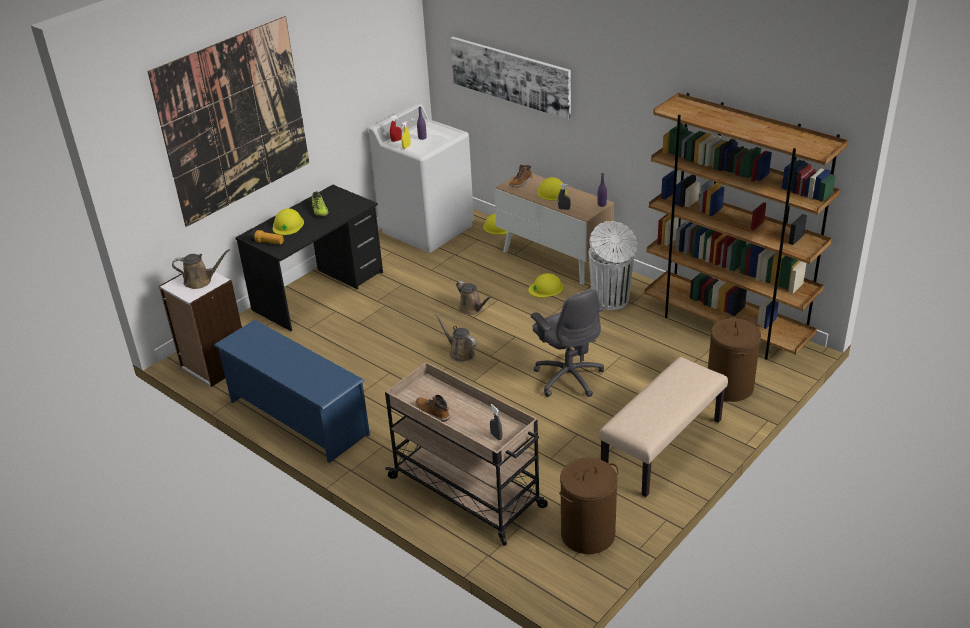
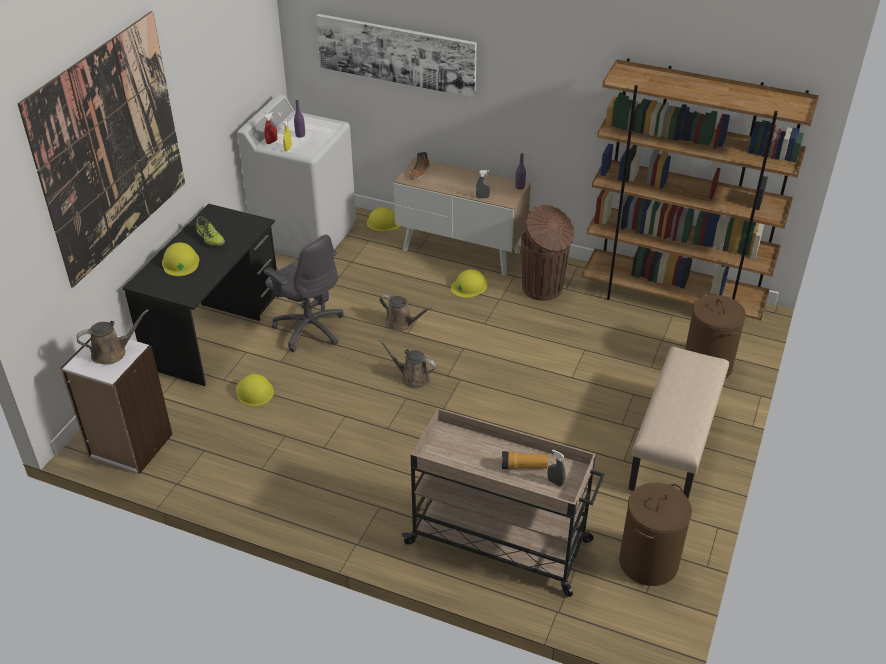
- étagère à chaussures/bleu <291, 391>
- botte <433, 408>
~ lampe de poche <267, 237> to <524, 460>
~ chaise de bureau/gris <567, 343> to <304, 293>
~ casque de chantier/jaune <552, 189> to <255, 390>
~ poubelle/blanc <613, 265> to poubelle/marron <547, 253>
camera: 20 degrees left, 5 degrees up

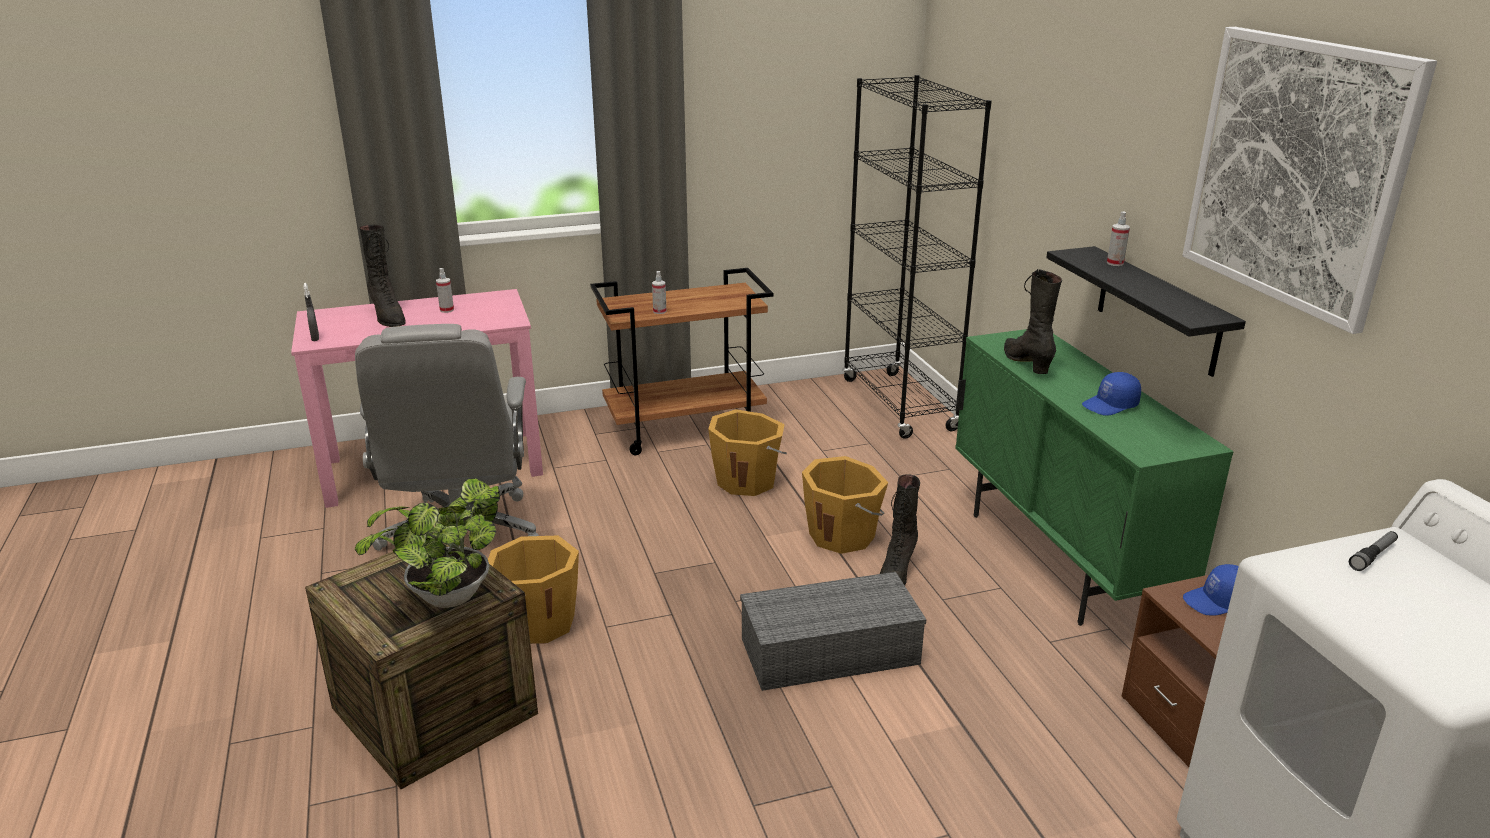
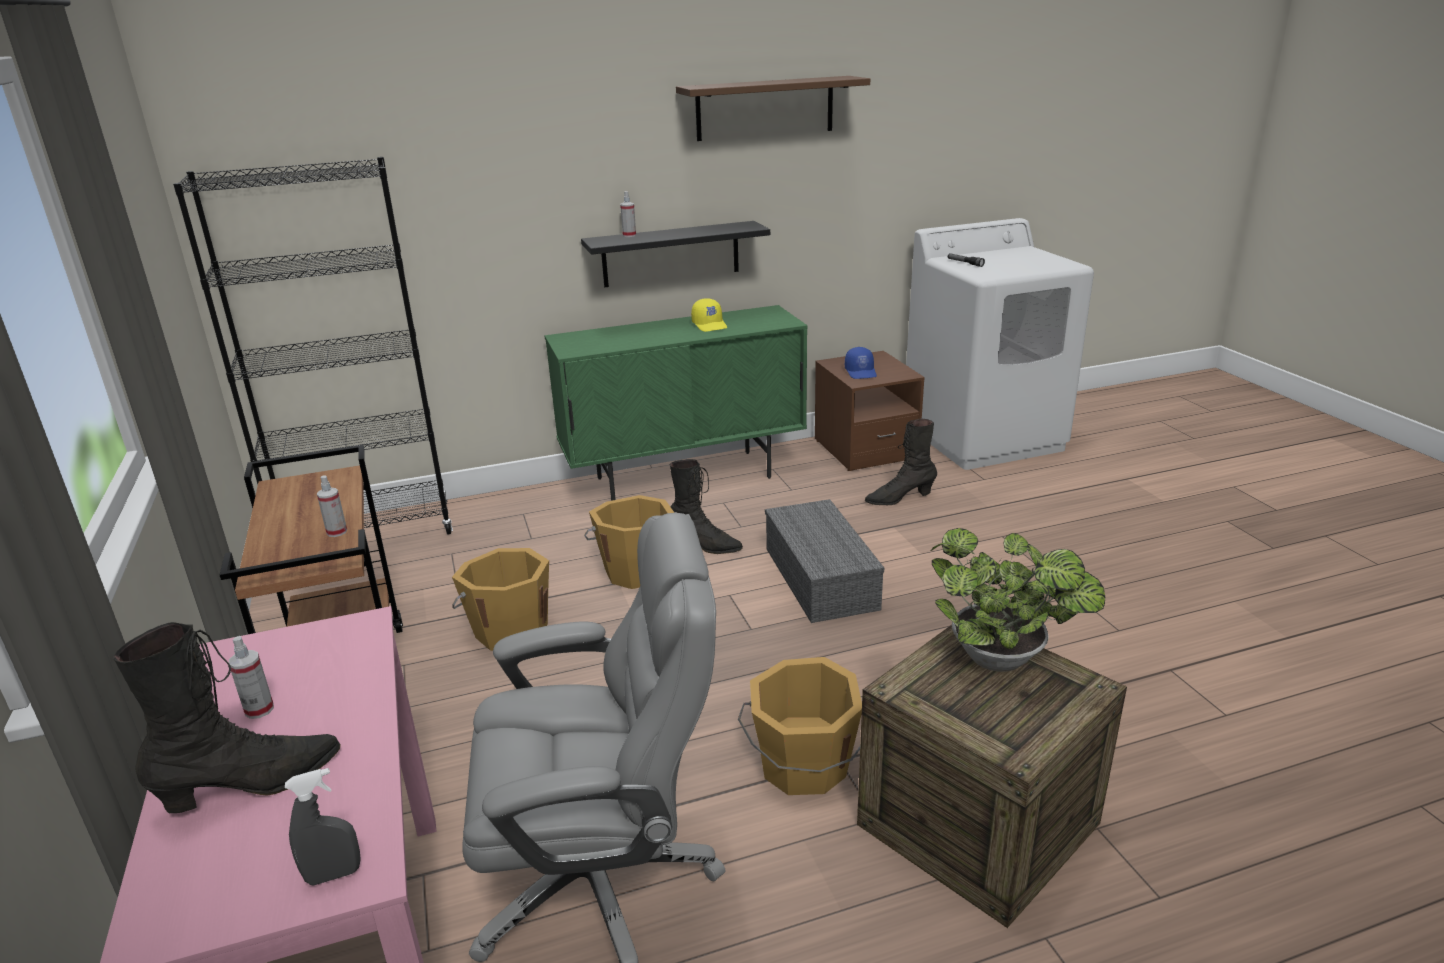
~ botte/noir <1033, 321> to <900, 462>
~ tableau <1309, 180> to étagère/marron <773, 108>
~ casquette/bleu <1111, 394> to casquette/jaune <709, 315>
camera: 90 degrees left, 0 degrees up

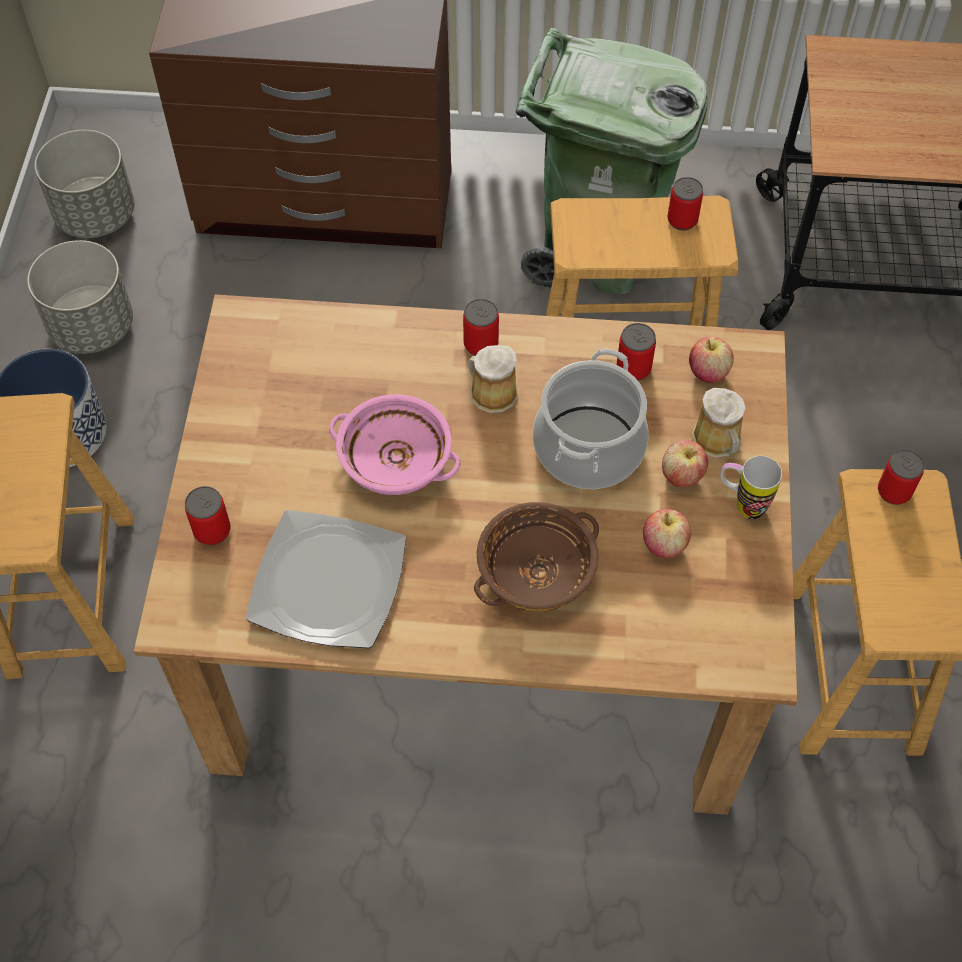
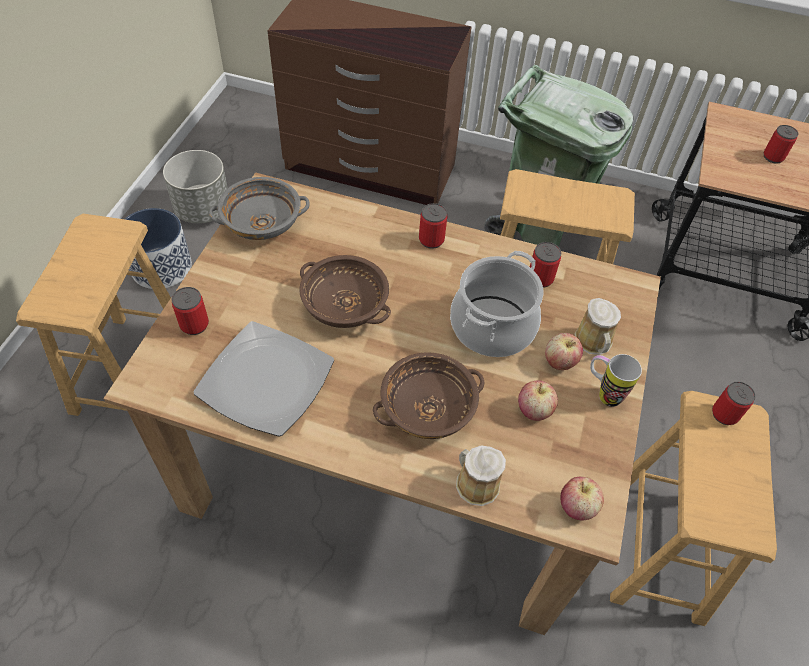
- cache-pot/gris <85, 184>
+ bol/gris <259, 208>
~ mug <493, 379> to <481, 476>
~ boîte métallique <685, 204> to <781, 144>
~ pomme <711, 360> to <582, 499>
~ bol/rose <395, 444> to bol/marron <345, 291>
camera: 10 degrees right, 5 degrees down

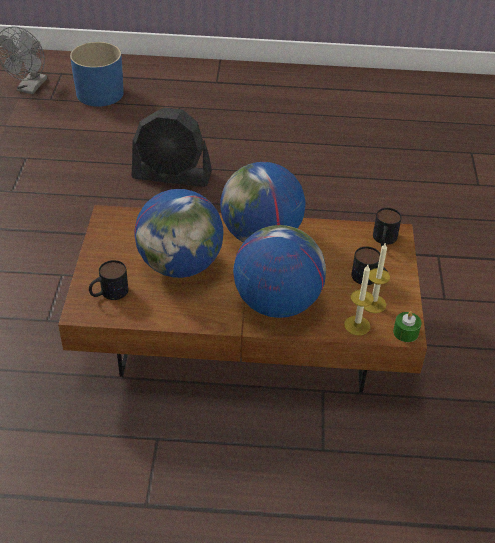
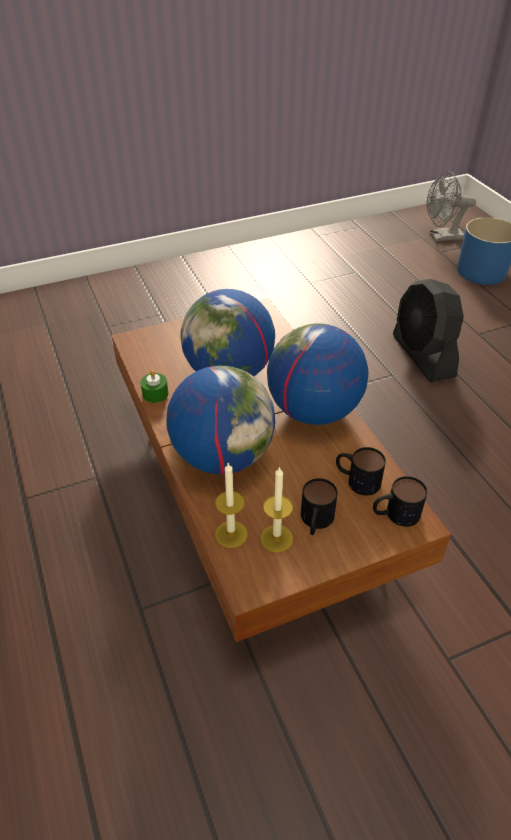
~ mug <108, 280> to <361, 471>
~ bougie/vert <407, 326> to <154, 386>
camera: 65 degrees right, 0 degrees up

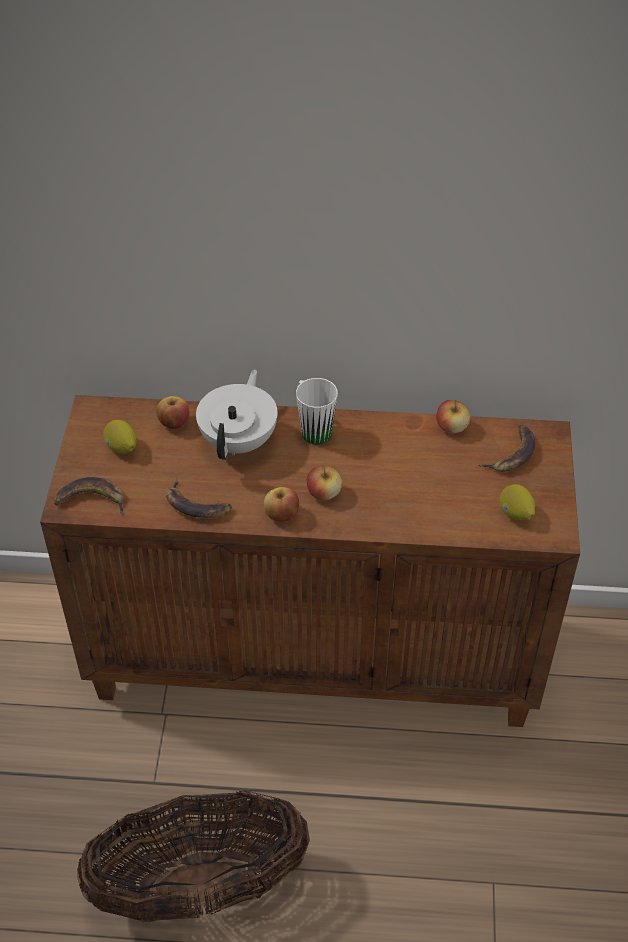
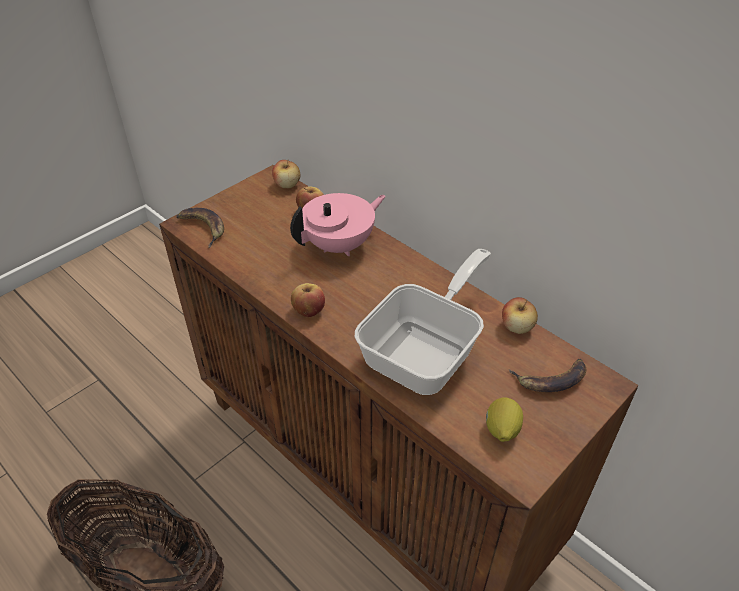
- citron <120, 436>
- banane <199, 498>
- mug/blanc <317, 411>
+ poêle <423, 322>
~ pomme <324, 483> to <286, 174>
~ théière/blanc <236, 414> to théière/rose <338, 225>
camera: 40 degrees right, 5 degrees down

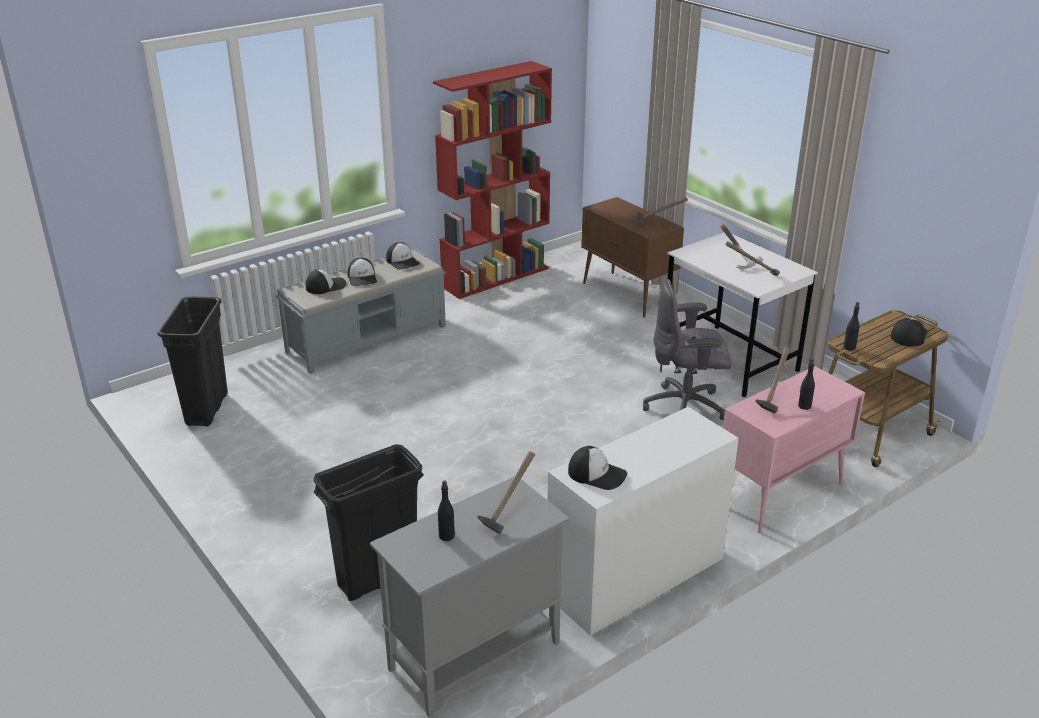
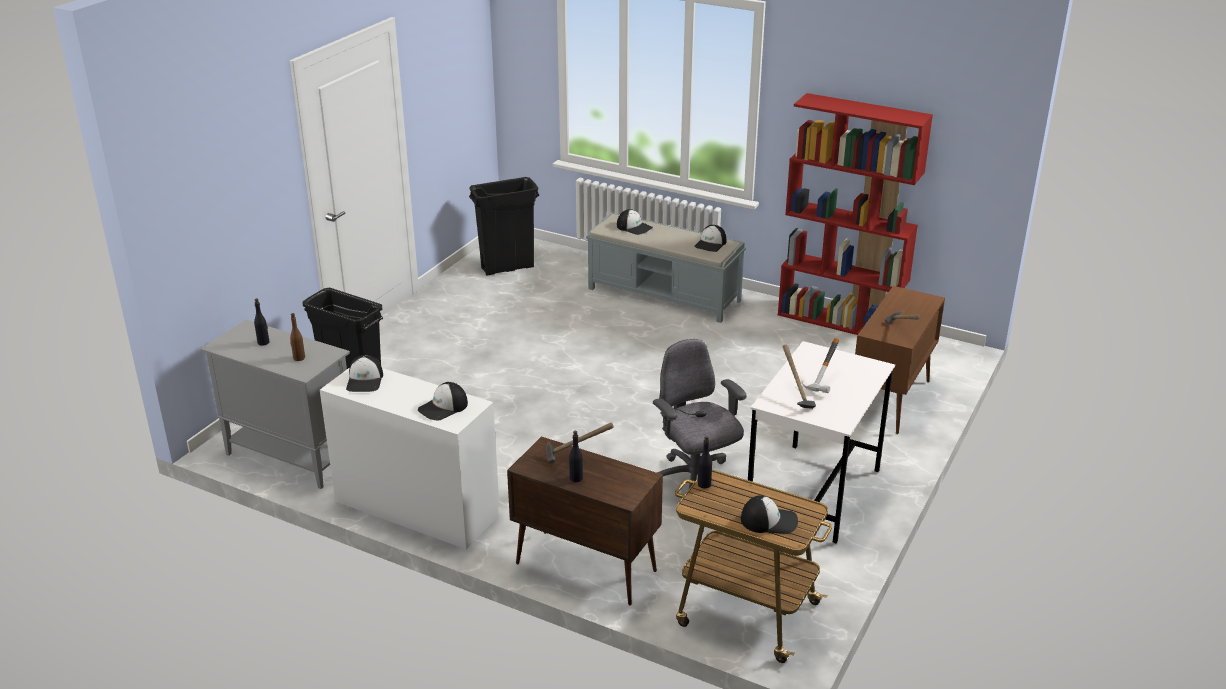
~ casquette <362, 272> to <443, 401>
~ marteau <506, 492> to bouteille/marron <297, 337>
~ meuble de rangement/rose <794, 449> to meuble de rangement/marron <585, 520>
camera: 65 degrees right, 0 degrees up

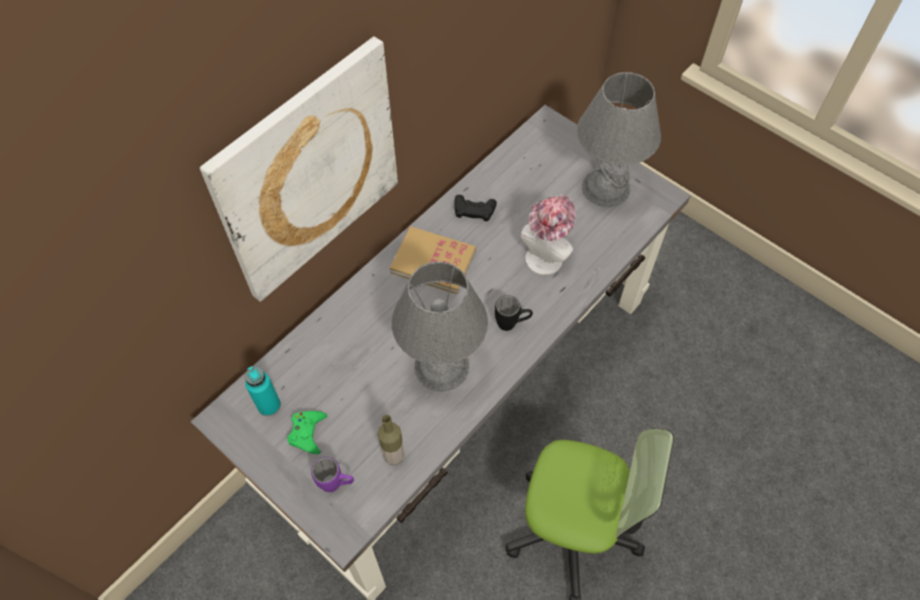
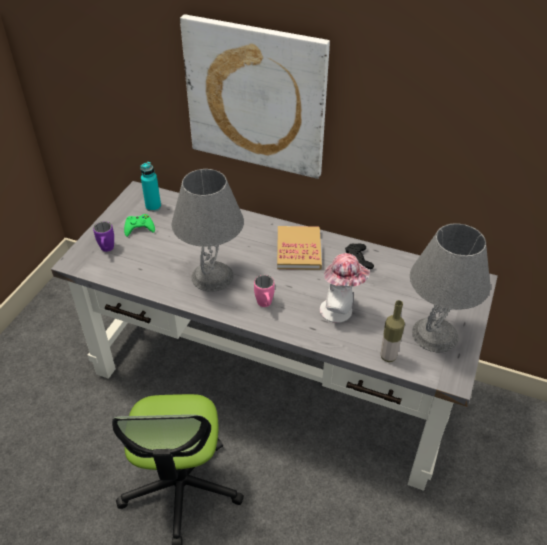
~ bouteille <390, 439> to <392, 331>
~ mug/noir <514, 313> to mug/rose <264, 291>
camera: 70 degrees right, 15 degrees down

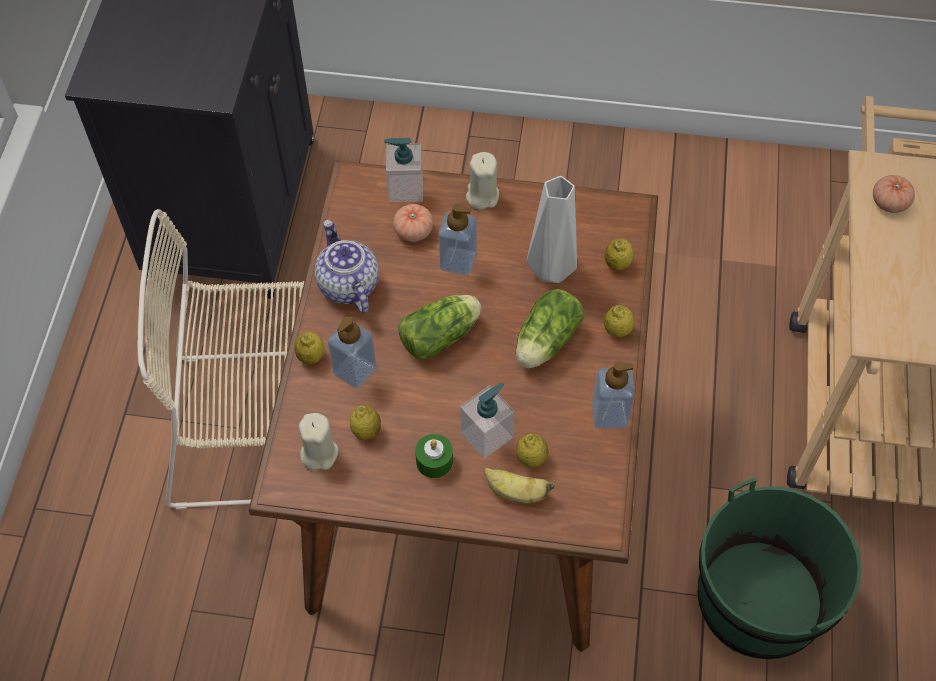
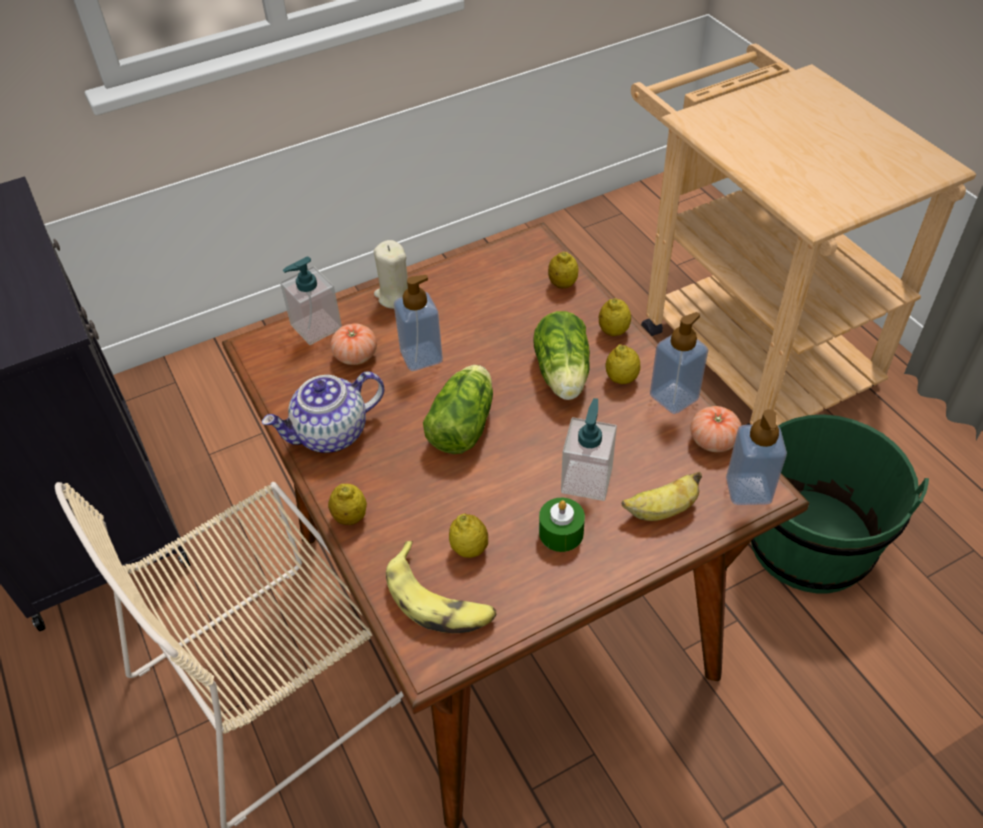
- vase/gris <552, 229>
~ distributeur de savon <352, 352> to <756, 457>
~ citron <532, 450> to <622, 364>
~ tomate <894, 194> to <716, 429>
~ bougie/beige <319, 441> to banane <441, 587>
~ théière <347, 267> = <323, 412> 60 degrees counterclockwise
camera: 35 degrees left, 10 degrees down

